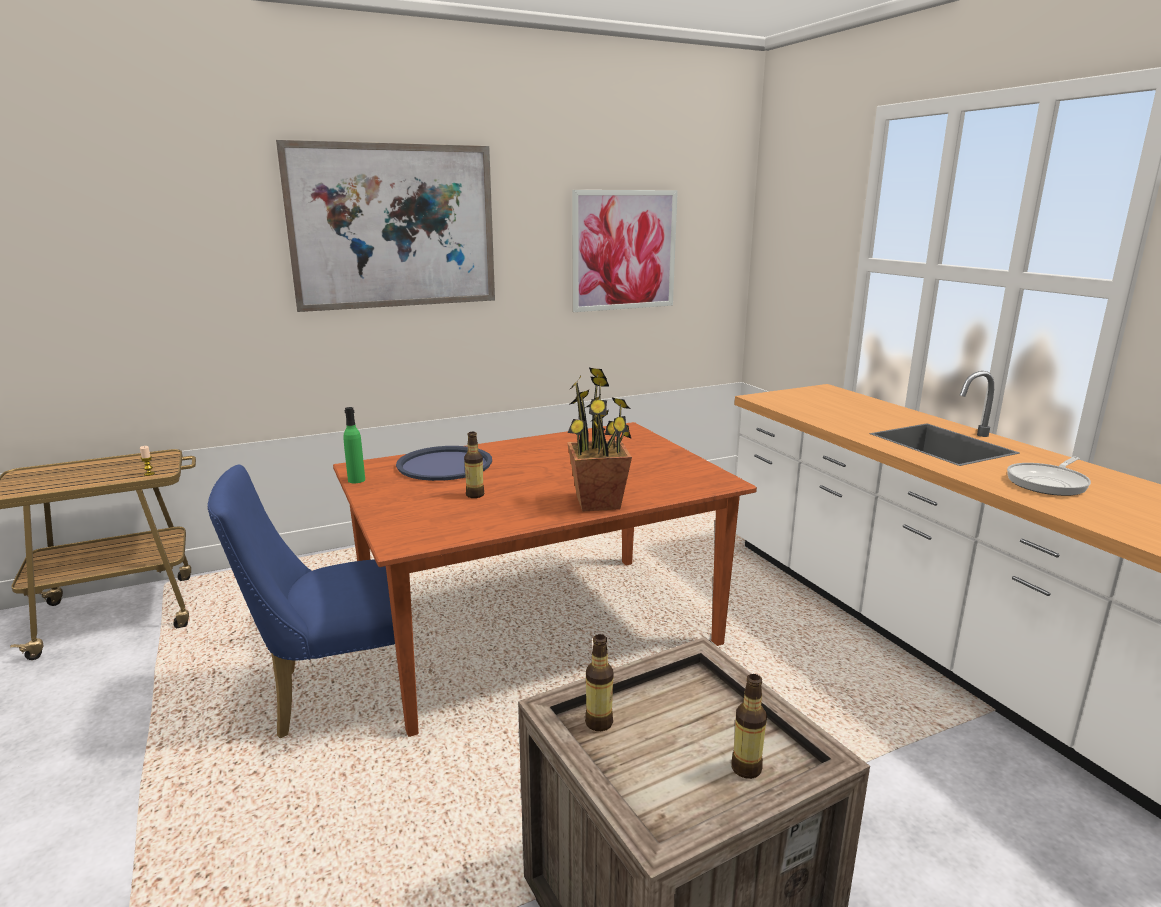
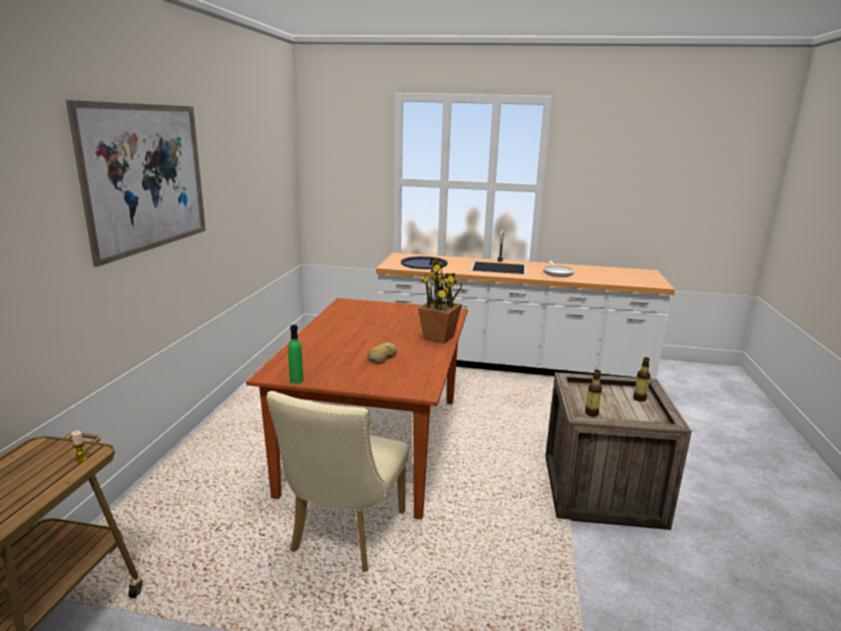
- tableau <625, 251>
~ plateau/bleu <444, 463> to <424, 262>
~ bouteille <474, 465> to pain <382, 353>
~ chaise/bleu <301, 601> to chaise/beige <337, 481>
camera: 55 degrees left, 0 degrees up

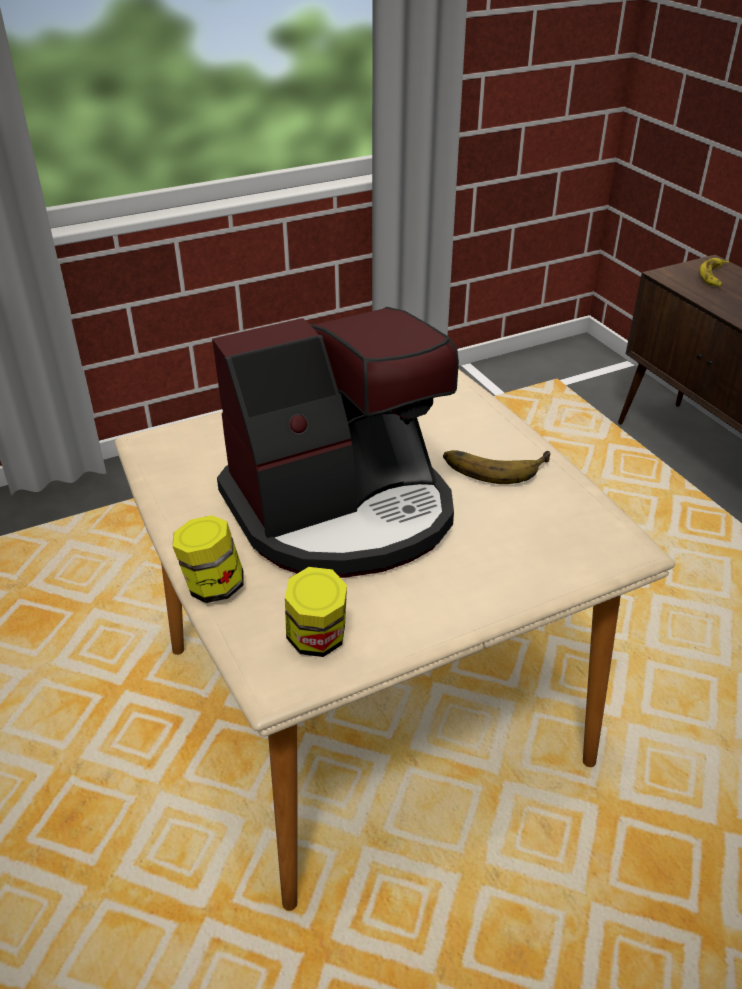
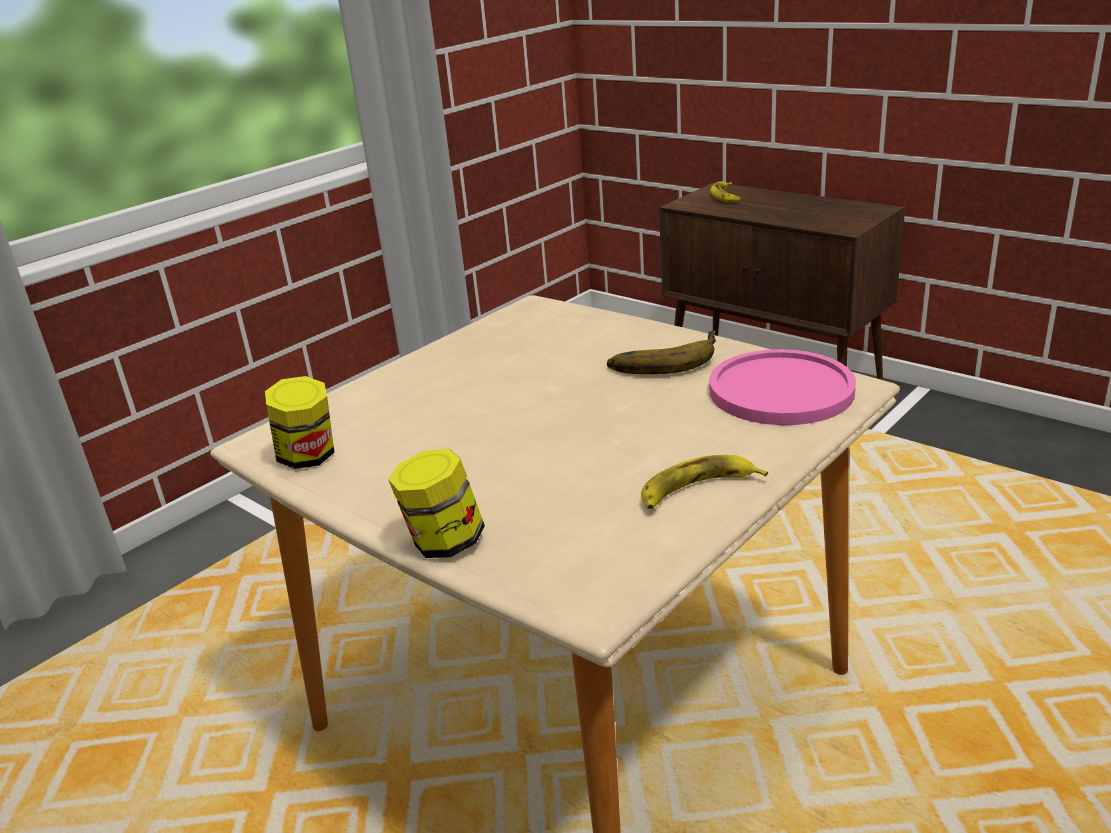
- machine à café <335, 442>
+ banane <704, 482>
+ assiette/rose <782, 387>
~ bocal <316, 612> to <300, 422>
camera: 20 degrees left, 10 degrees down

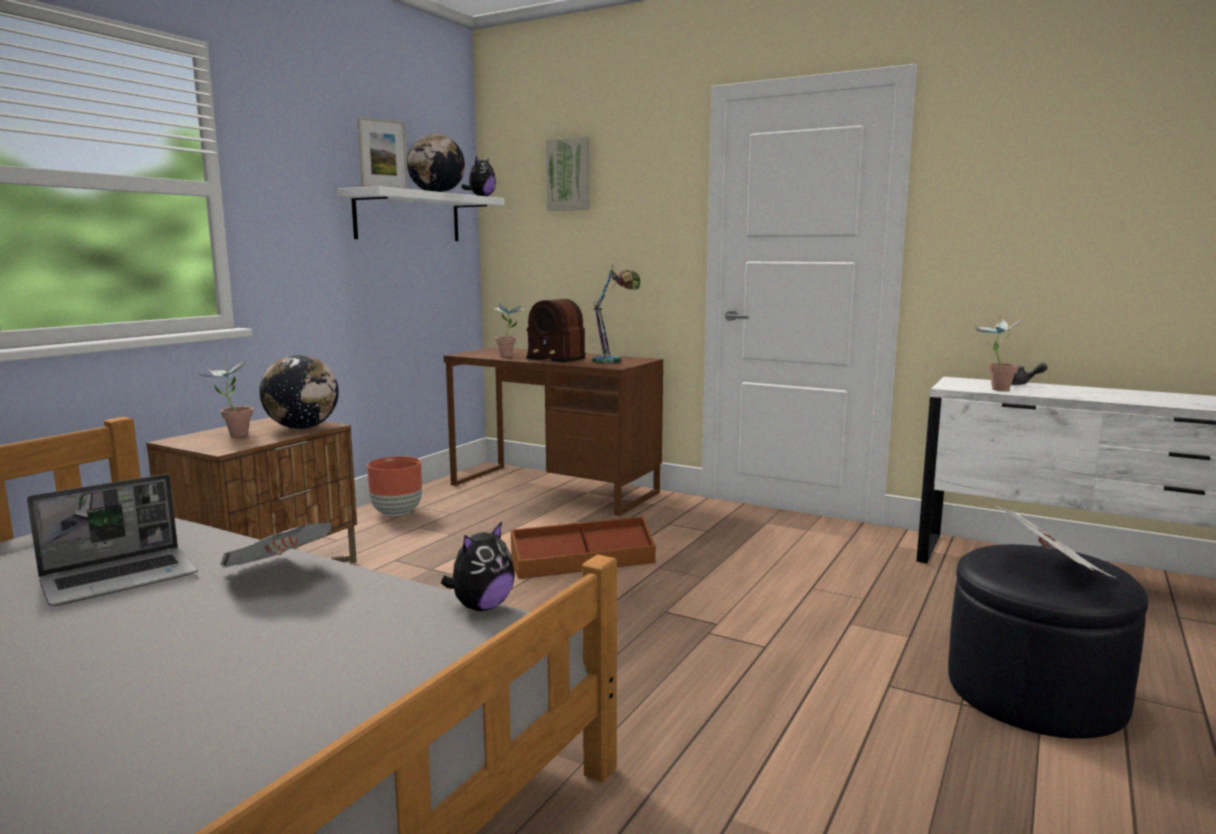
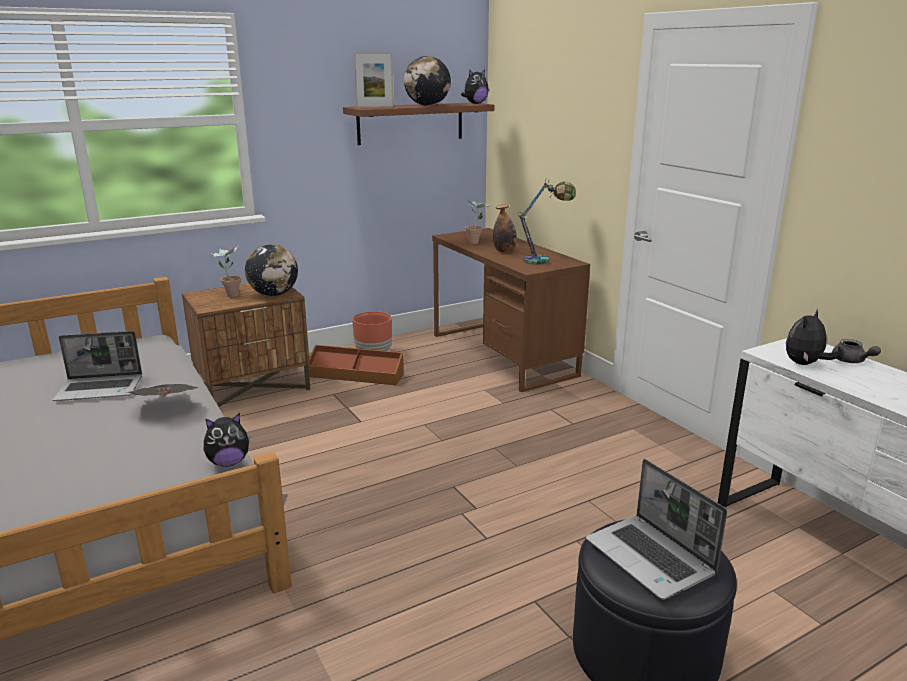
- tableau <567, 173>
~ boîte de rangement/marron <583, 547> to <355, 365>
~ radio <556, 331> to bouteille <505, 228>
~ plante en pot <998, 354> to peluche <812, 337>
~ journal <1056, 542> to ordinateur portable <656, 529>
~ étagère/blanc <421, 213> to étagère/marron <418, 123>
camera: 30 degrees right, 10 degrees up

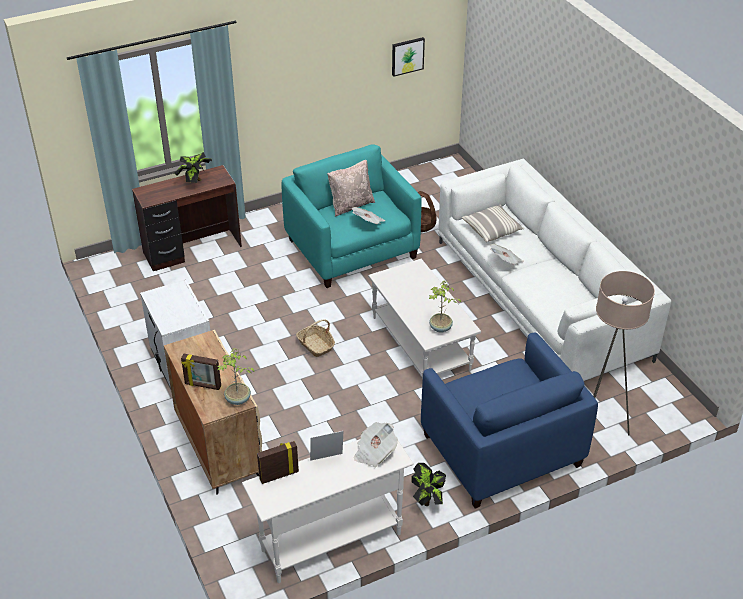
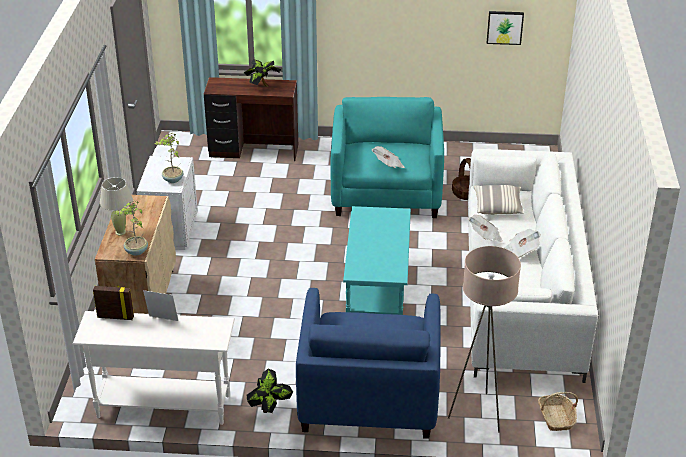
- coussin/beige <351, 188>
~ panier <315, 338> to <558, 411>
~ journal <376, 444> to <522, 243>
~ plante en pot <445, 306> to <168, 158>
~ cadre photo <201, 372> to lampe de table/beige <116, 206>
~ table basse/blanc <424, 319> to table basse/turquoise <377, 260>
camera: 30 degrees right, 5 degrees down

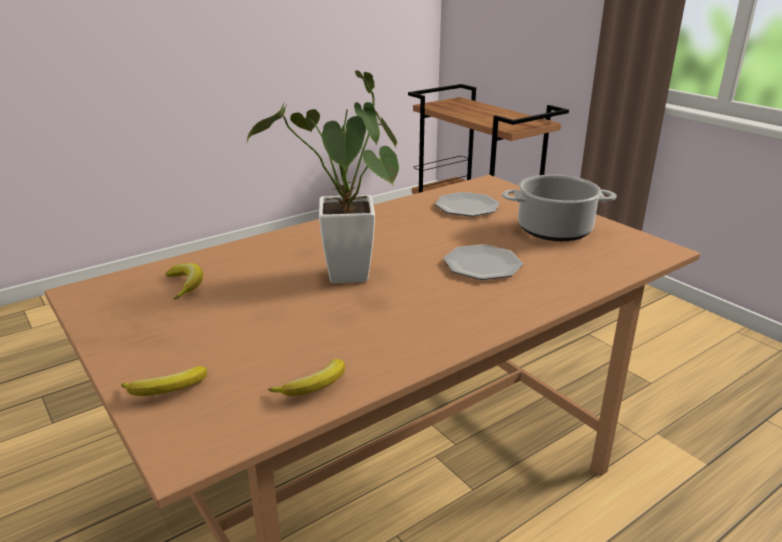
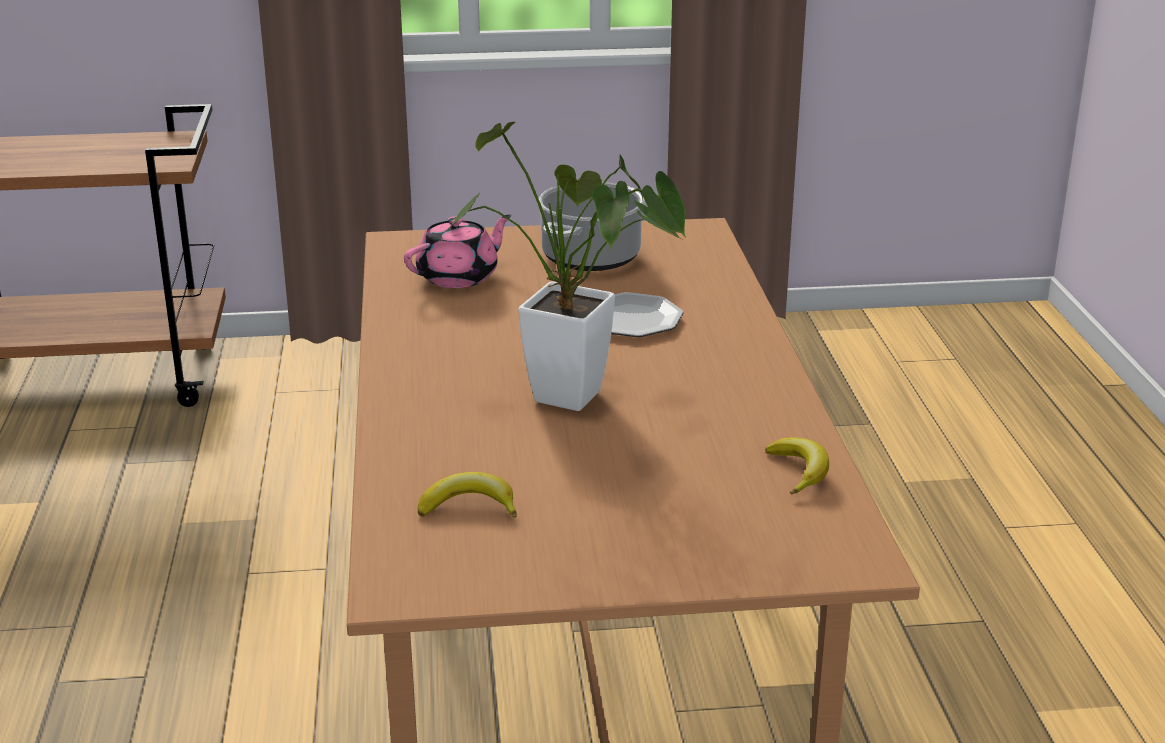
- banane <164, 381>
~ assiette <467, 204> to théière/rose <458, 251>
camera: 60 degrees left, 0 degrees up

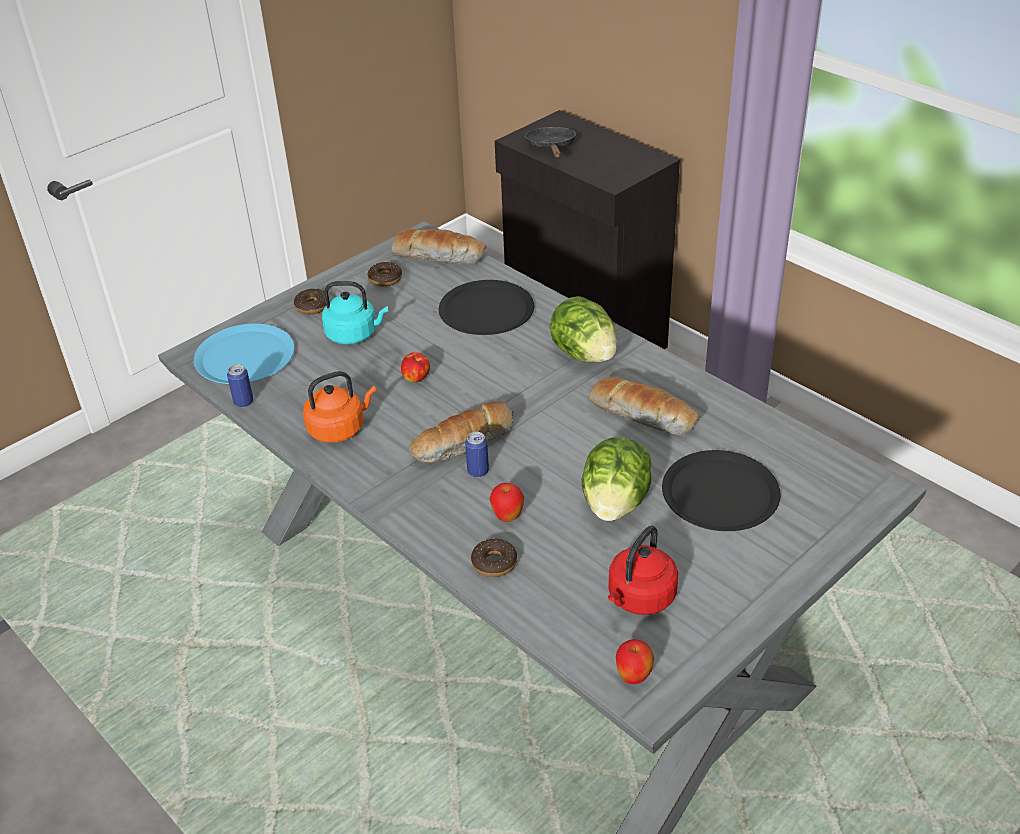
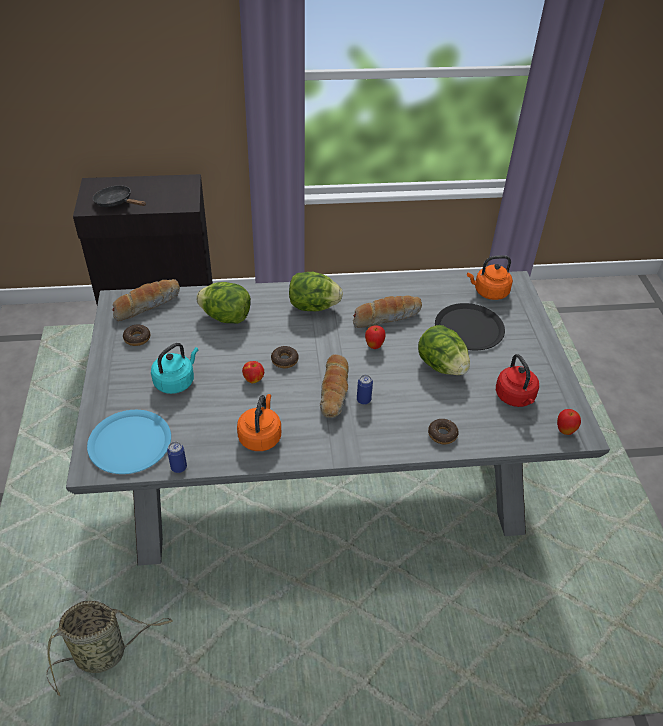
+ panier <110, 648>
+ bouilloire/orange <490, 277>
~ beignet <310, 301> to <285, 357>
~ pomme <507, 502> to <375, 337>
~ assiette/noir <486, 307> to laitue <223, 303>
camera: 55 degrees left, 5 degrees up

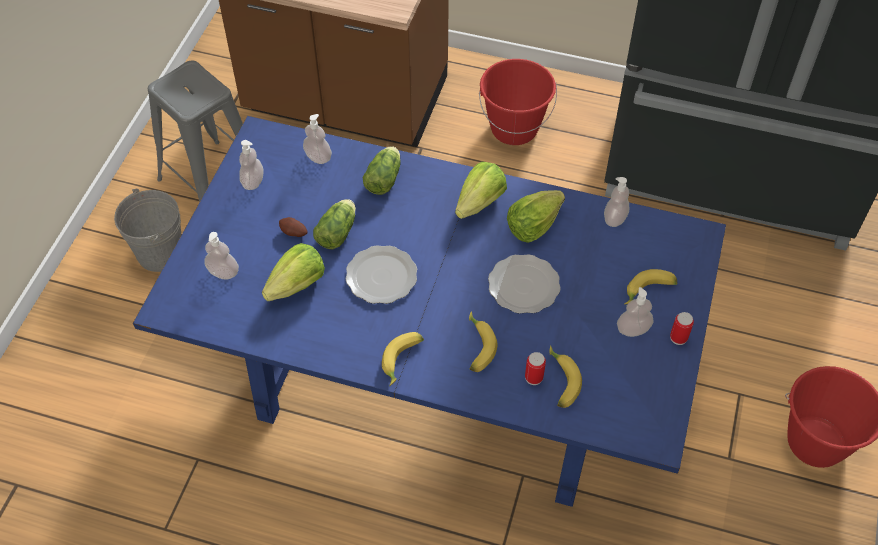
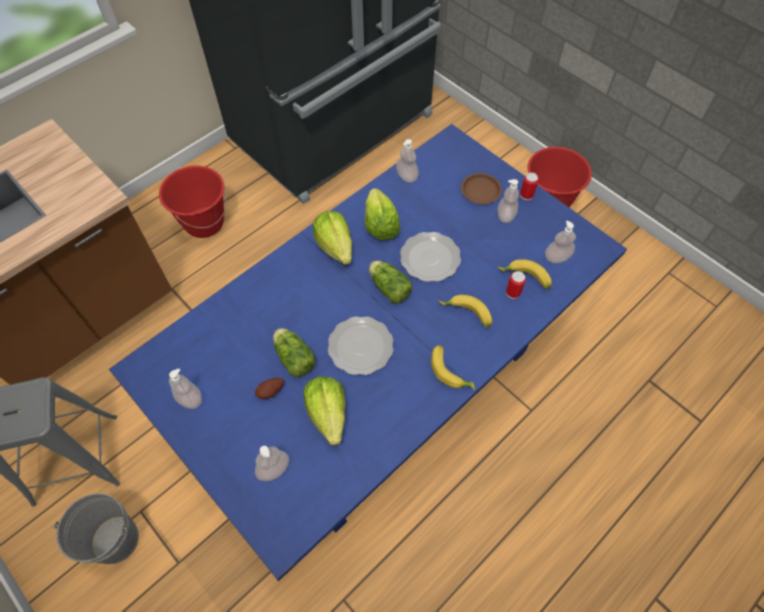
~ distributeur de savon <317, 139> to <560, 242>
~ laitue <382, 170> to <390, 282>
~ banane <650, 286> to assiette/marron <481, 188>
camera: 60 degrees left, 5 degrees up

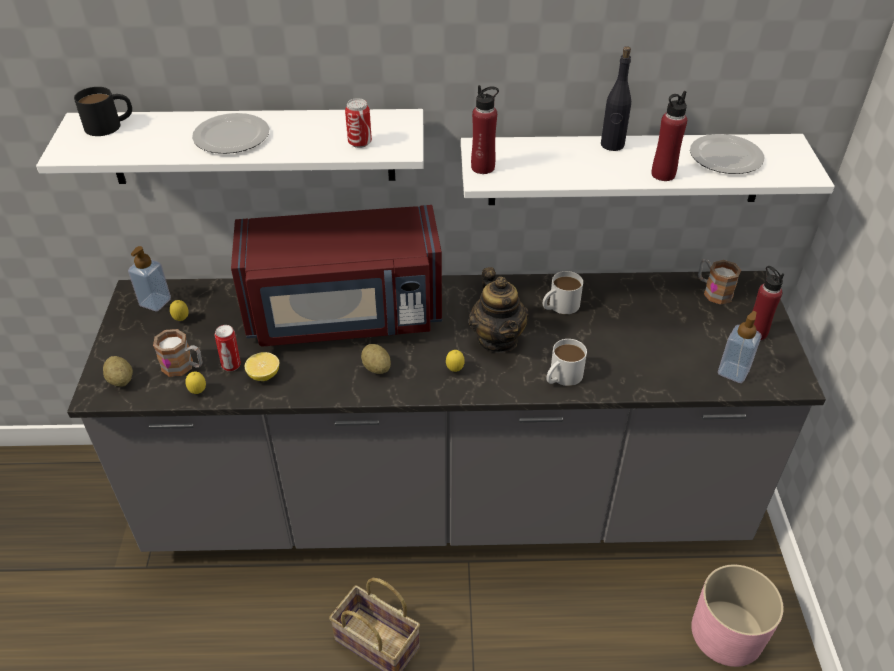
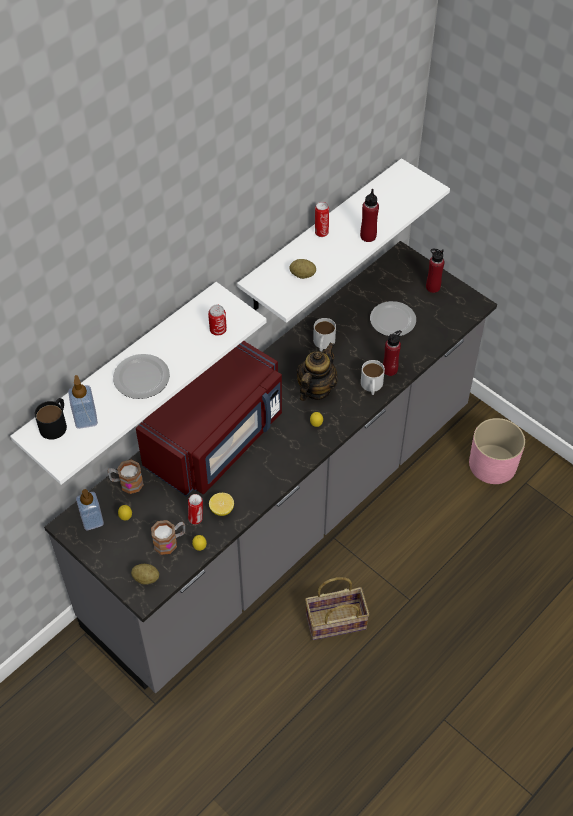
~ pomme de terre <376, 359> to <303, 269>
~ bouteille/rouge <485, 129> to <392, 353>
~ assiette <727, 154> to <393, 318>
~ mug <719, 282> to <125, 477>
~ distributeur de savon <740, 347> to <83, 402>
~ bouteille/noir <616, 98> to boîte métallique <322, 219>
~ théière <499, 310> = <317, 372> 90 degrees counterclockwise
camera: 45 degrees left, 10 degrees up

